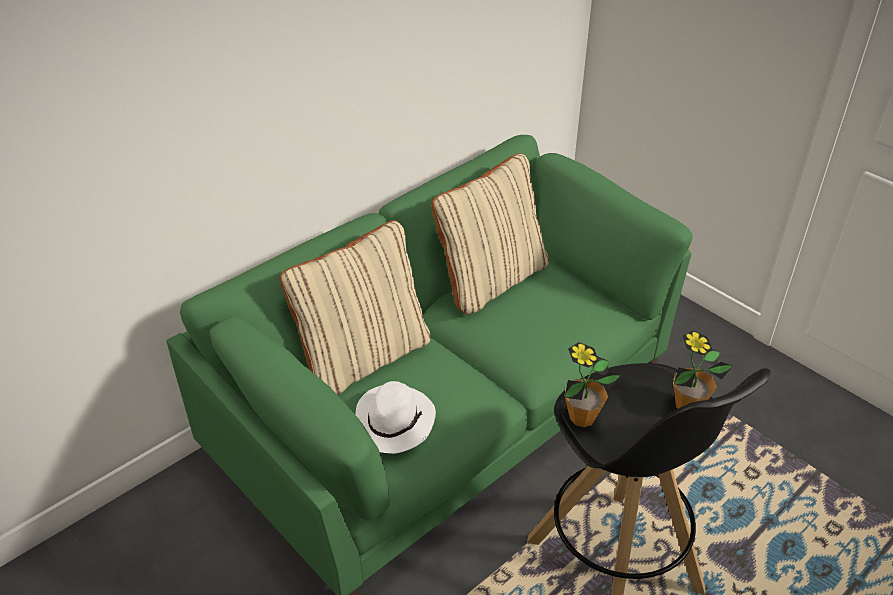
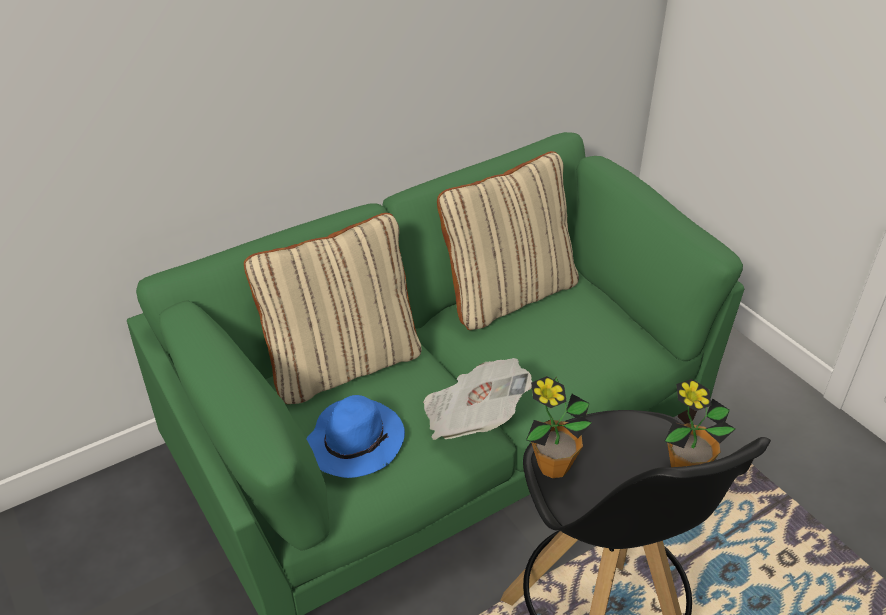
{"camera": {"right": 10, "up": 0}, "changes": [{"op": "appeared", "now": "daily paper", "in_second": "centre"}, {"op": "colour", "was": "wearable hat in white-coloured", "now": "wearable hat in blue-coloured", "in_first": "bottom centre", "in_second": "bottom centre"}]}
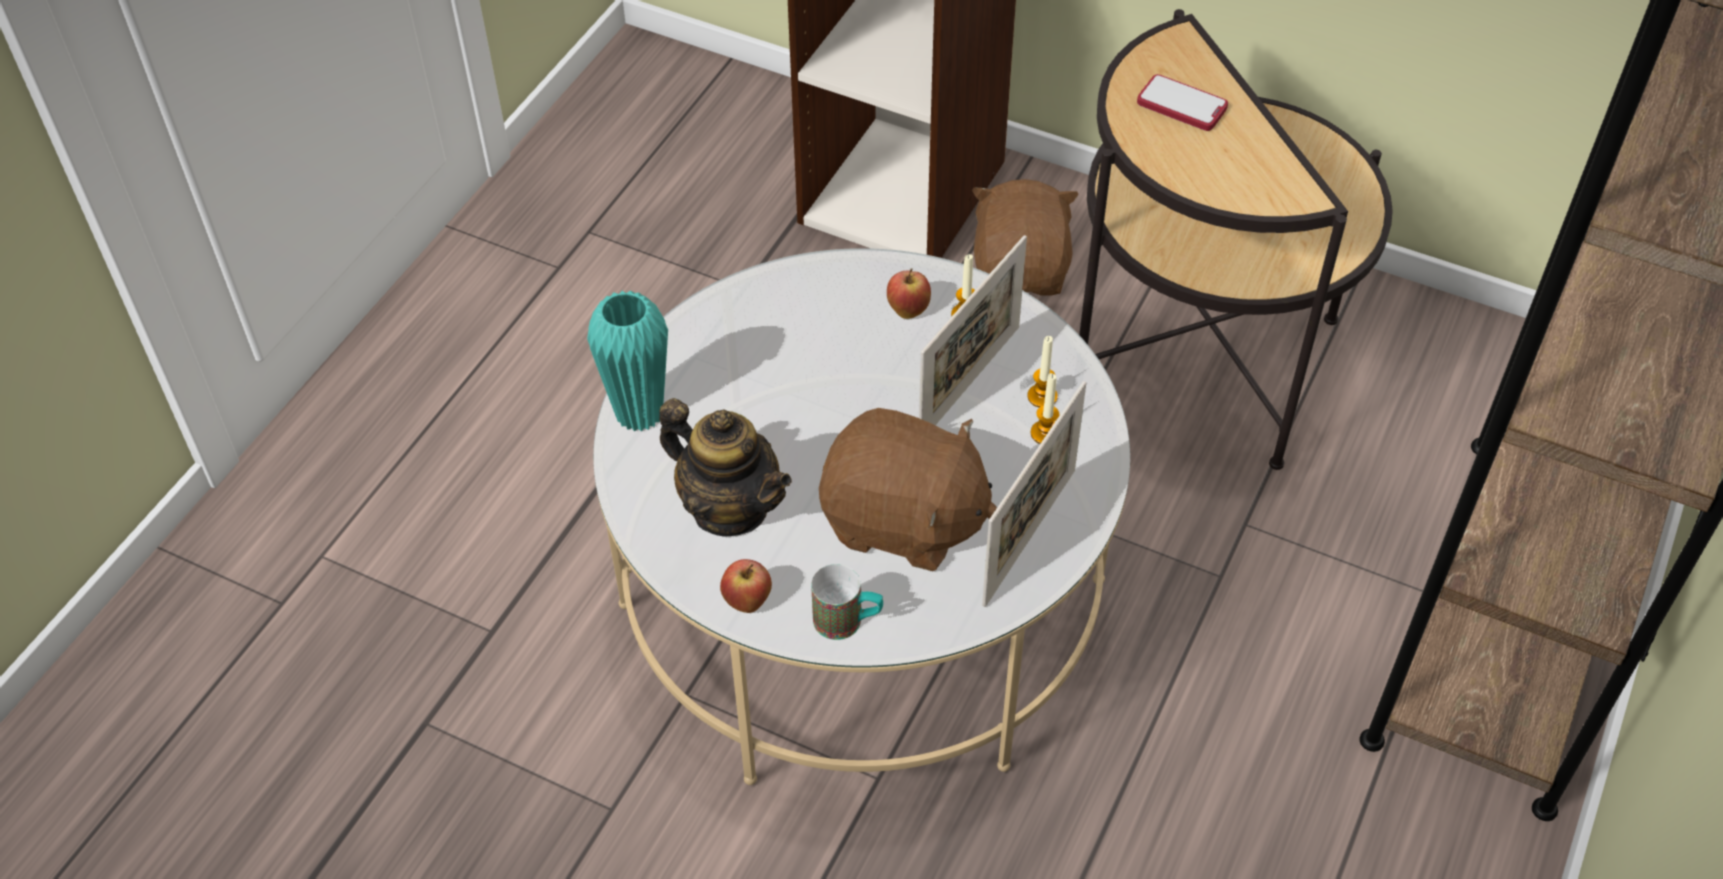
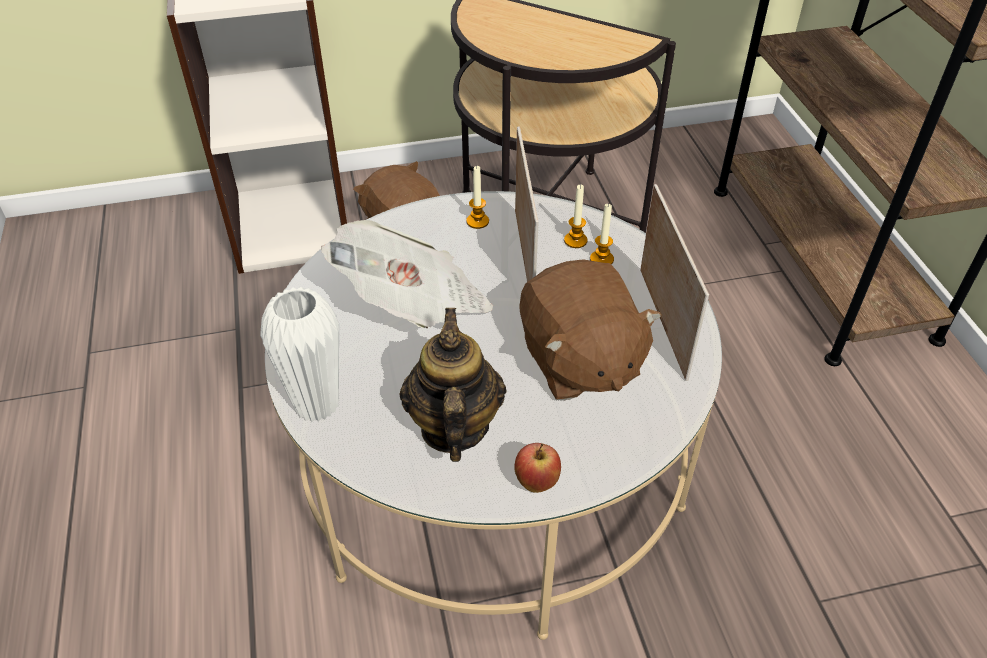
{"camera": {"right": -40, "up": -5}, "changes": [{"op": "missing", "was": "tea mug", "in_first": "bottom centre"}, {"op": "missing", "was": "apple fruit (no. 2 from left)", "in_first": "centre"}, {"op": "missing", "was": "handset", "in_first": "top right"}, {"op": "appeared", "now": "daily paper", "in_second": "centre"}, {"op": "colour", "was": "vase in turquoise-coloured", "now": "vase in white-coloured", "in_first": "centre", "in_second": "middle left"}, {"op": "spun", "was": "teapot", "in_first": "centre", "in_second": "centre", "clockwise": -90}, {"op": "spun", "was": "plush toy in brown-coloured (no. 1 from left in the first image)", "in_first": "centre", "in_second": "centre", "clockwise": 90}]}
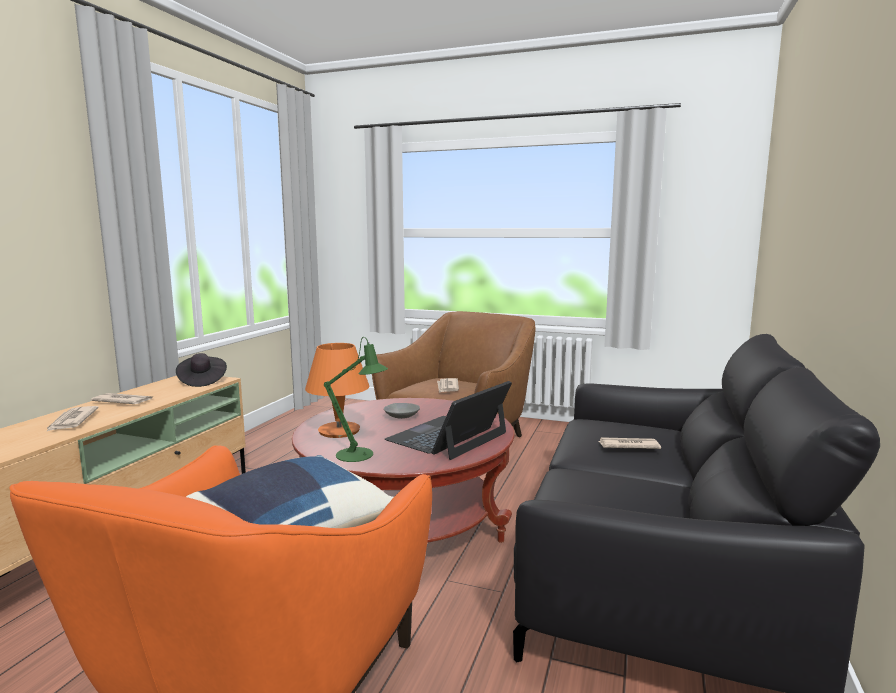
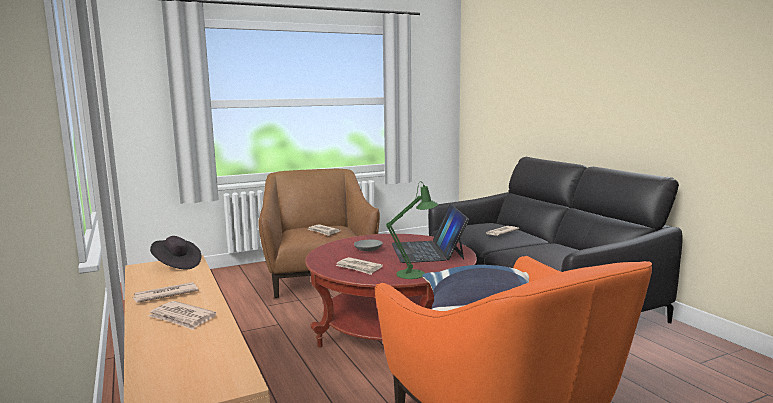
{"camera": {"right": -45, "up": 0}, "changes": [{"op": "exchanged", "was": "lamp for a table in orange-coloured", "now": "daily paper (no. 4 from left)", "in_first": "centre", "in_second": "centre"}]}
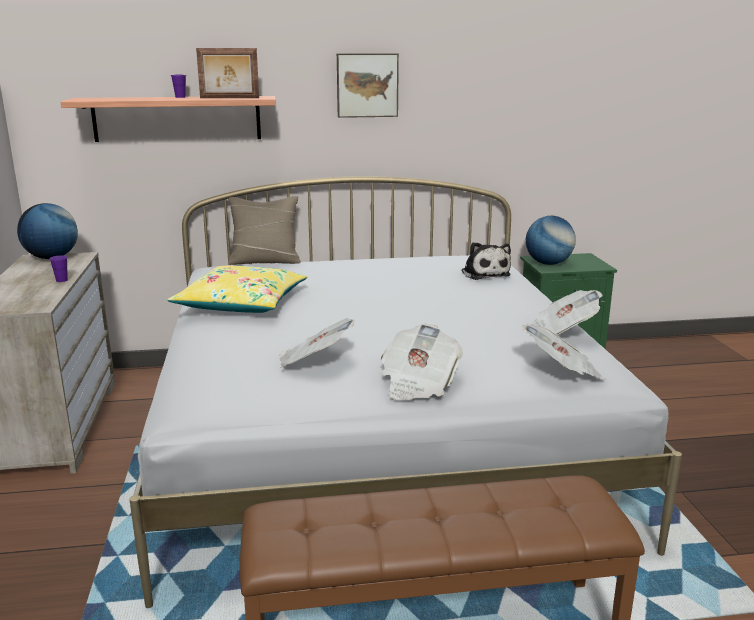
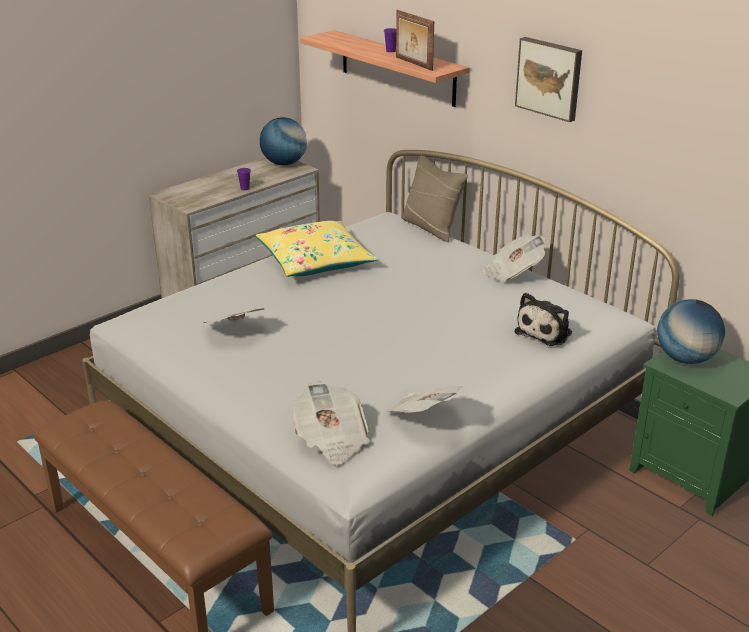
{"camera": {"right": 55, "up": 10}, "changes": [{"op": "relocated", "was": "daily paper (no. 2 from left in the first image)", "now": "daily paper (no. 4 from left)", "in_first": "centre", "in_second": "middle right"}]}
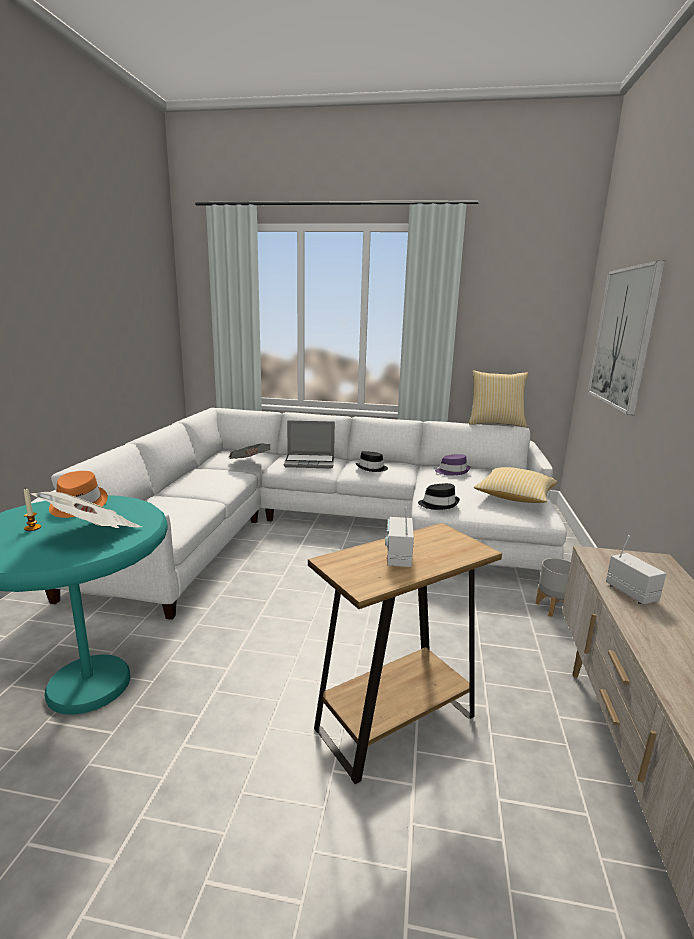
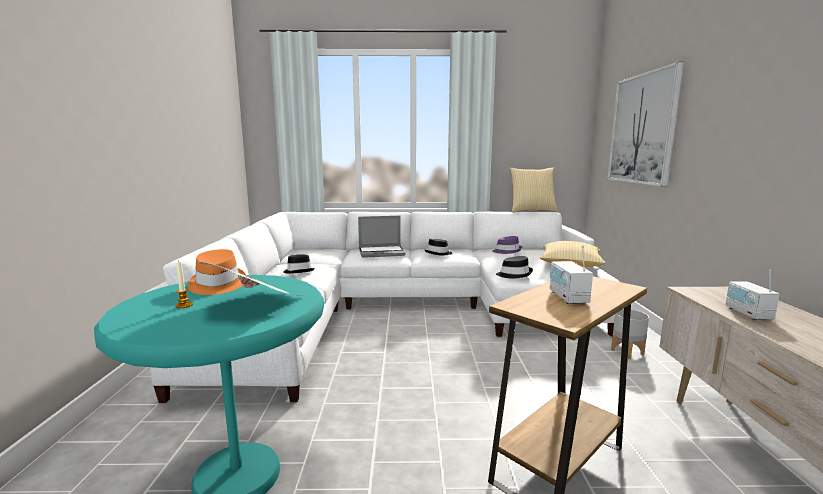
{"camera": {"right": -10, "up": -5}, "changes": [{"op": "missing", "was": "daily paper (no. 2 from left)", "in_first": "centre"}, {"op": "appeared", "now": "wearable hat in blackish (no. 1 from left)", "in_second": "centre"}, {"op": "spun", "was": "radio set (no. 2 from left)", "in_first": "middle right", "in_second": "middle right", "clockwise": -150}]}
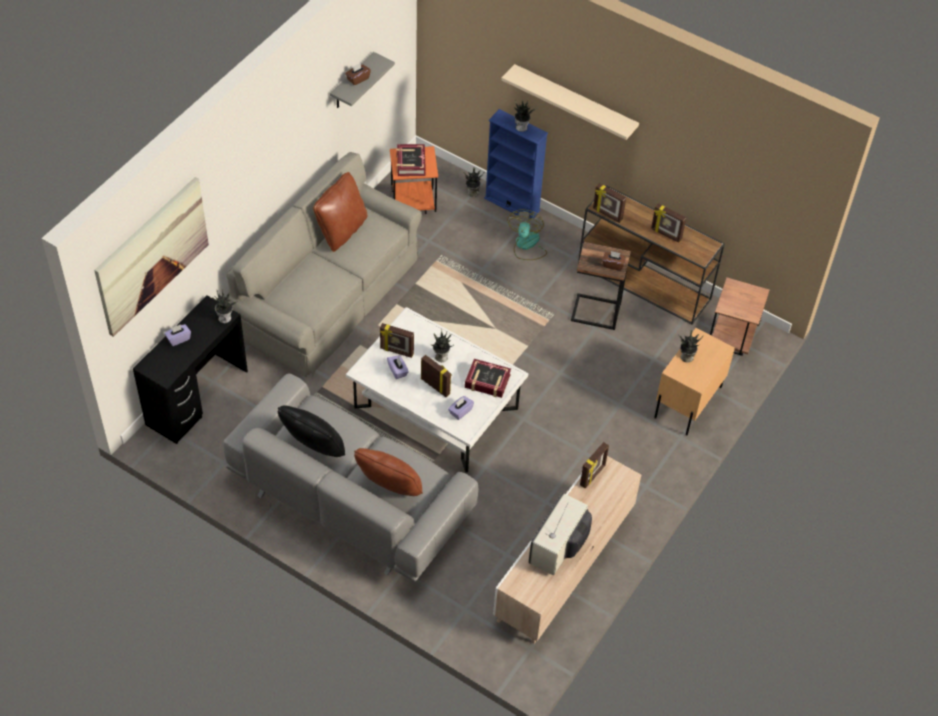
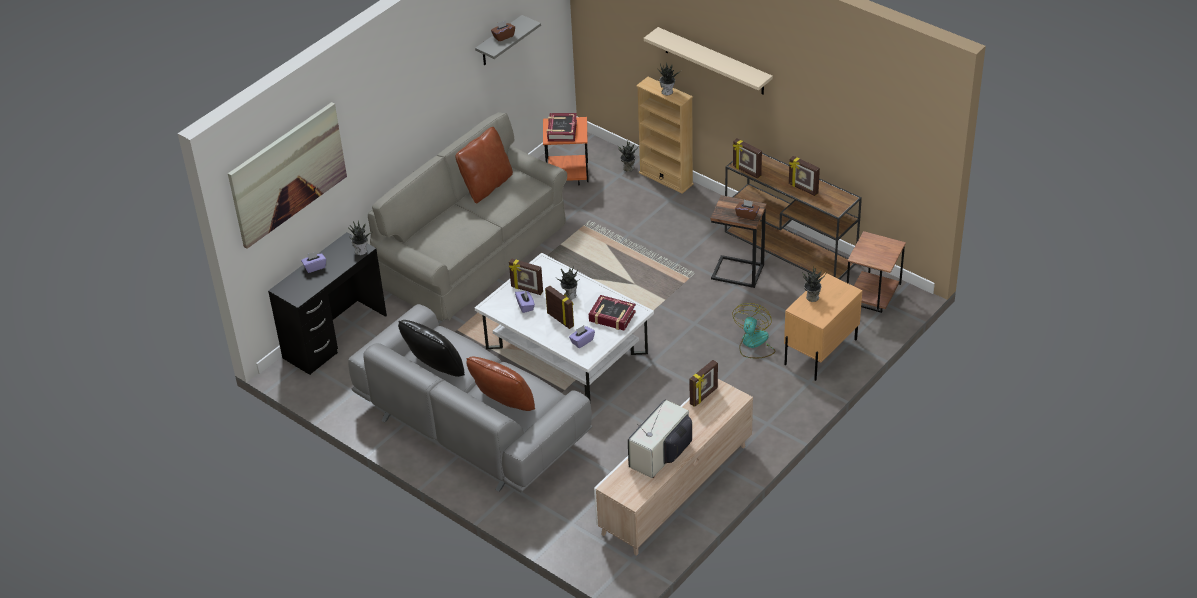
{"camera": {"right": 10, "up": -10}, "changes": [{"op": "relocated", "was": "electric fan", "in_first": "top centre", "in_second": "centre"}, {"op": "colour", "was": "bookshelf in blue-coloured", "now": "bookshelf in sand-coloured", "in_first": "top centre", "in_second": "top centre"}]}
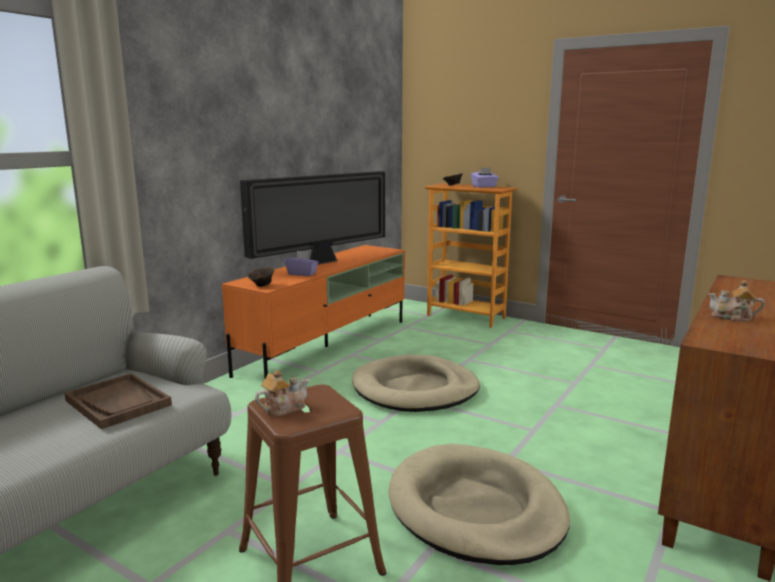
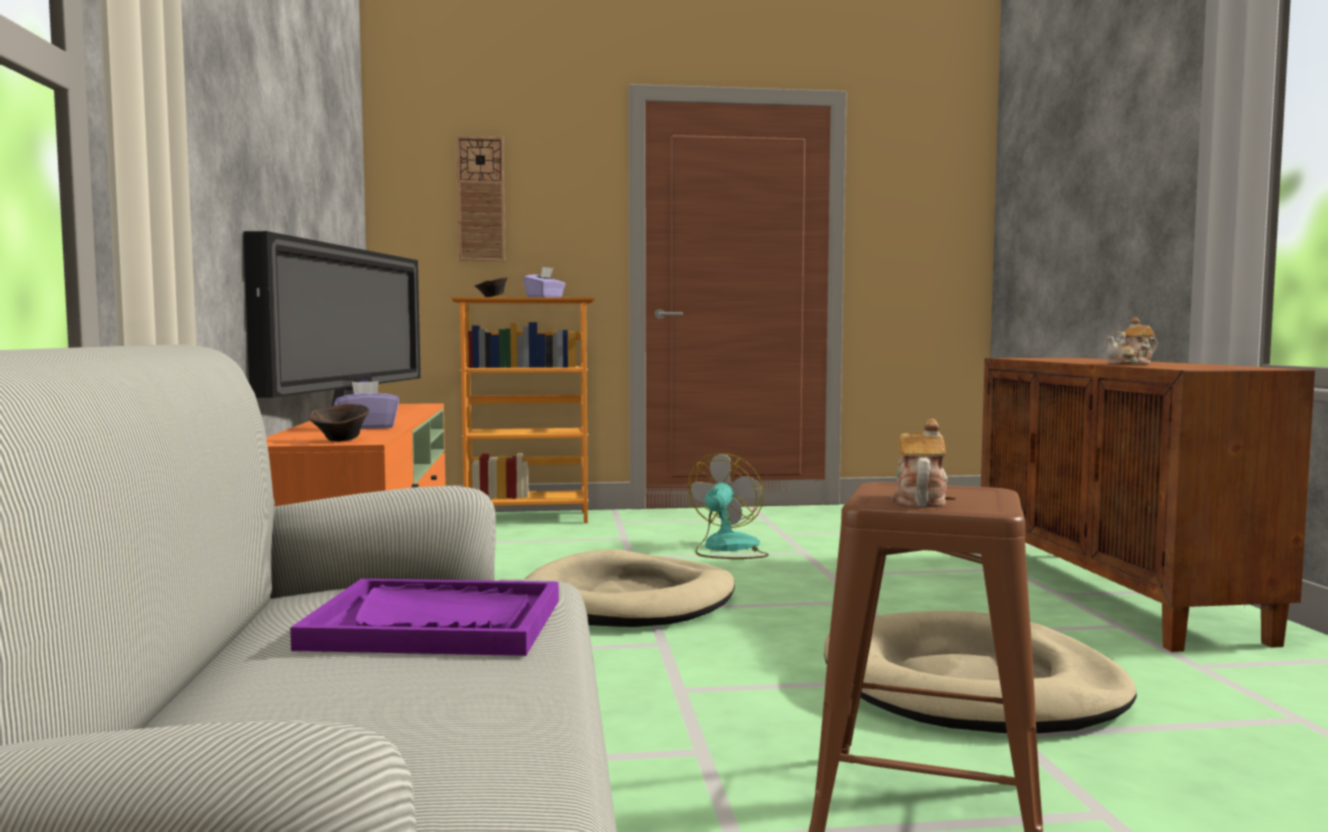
{"camera": {"right": -40, "up": -10}, "changes": [{"op": "appeared", "now": "clock on the wall", "in_second": "top centre"}, {"op": "appeared", "now": "electric fan", "in_second": "centre"}, {"op": "colour", "was": "tray in brown-coloured", "now": "tray in purplish", "in_first": "bottom left", "in_second": "bottom left"}]}
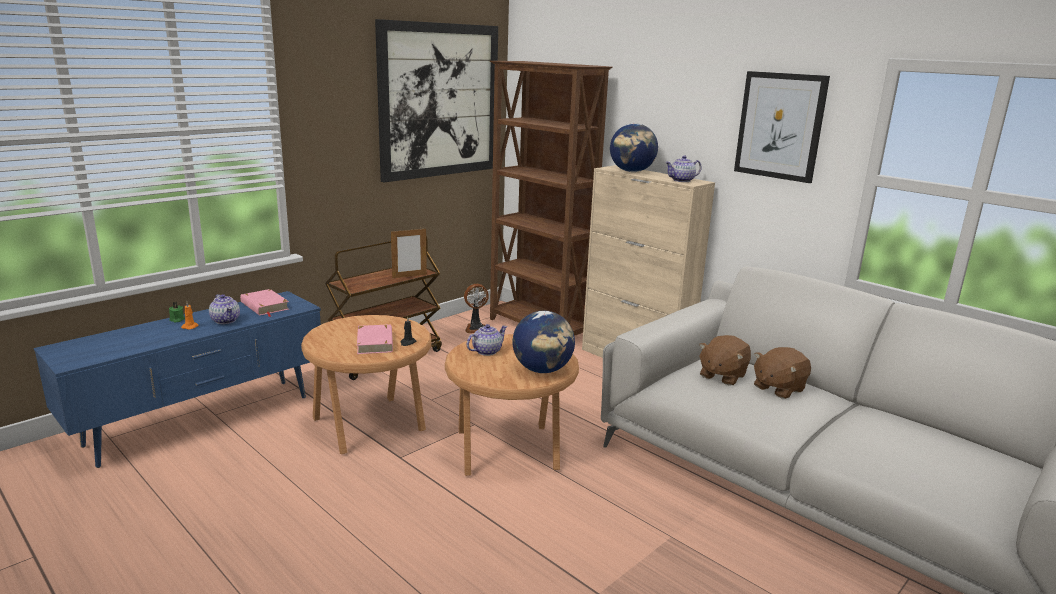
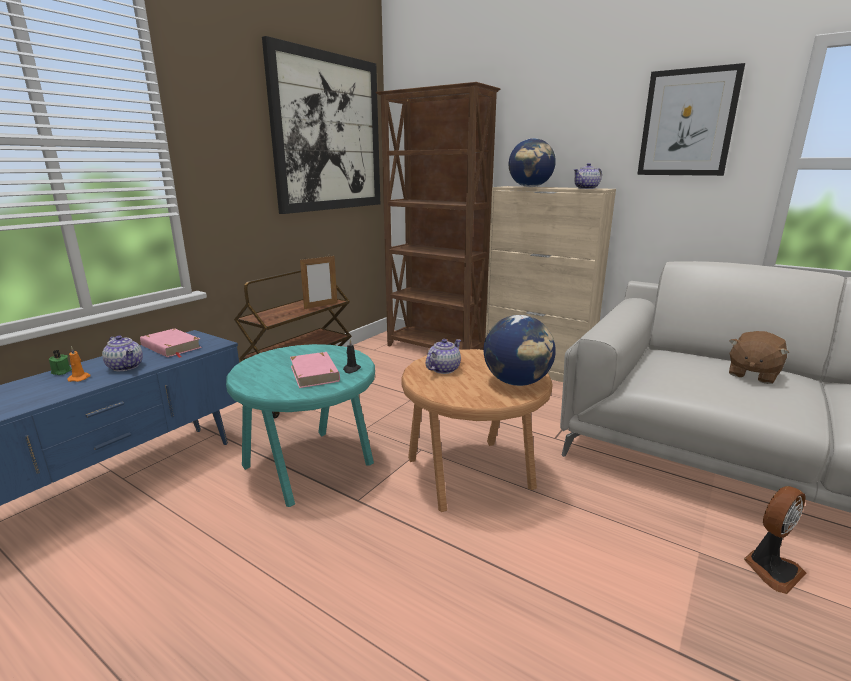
{"camera": {"right": -10, "up": 0}, "changes": [{"op": "missing", "was": "plush toy in brown-coloured (no. 1 from left)", "in_first": "middle right"}, {"op": "relocated", "was": "electric fan", "in_first": "centre", "in_second": "bottom right"}, {"op": "colour", "was": "side table in brown-coloured (no. 1 from left)", "now": "side table in turquoise-coloured", "in_first": "centre", "in_second": "centre"}]}
